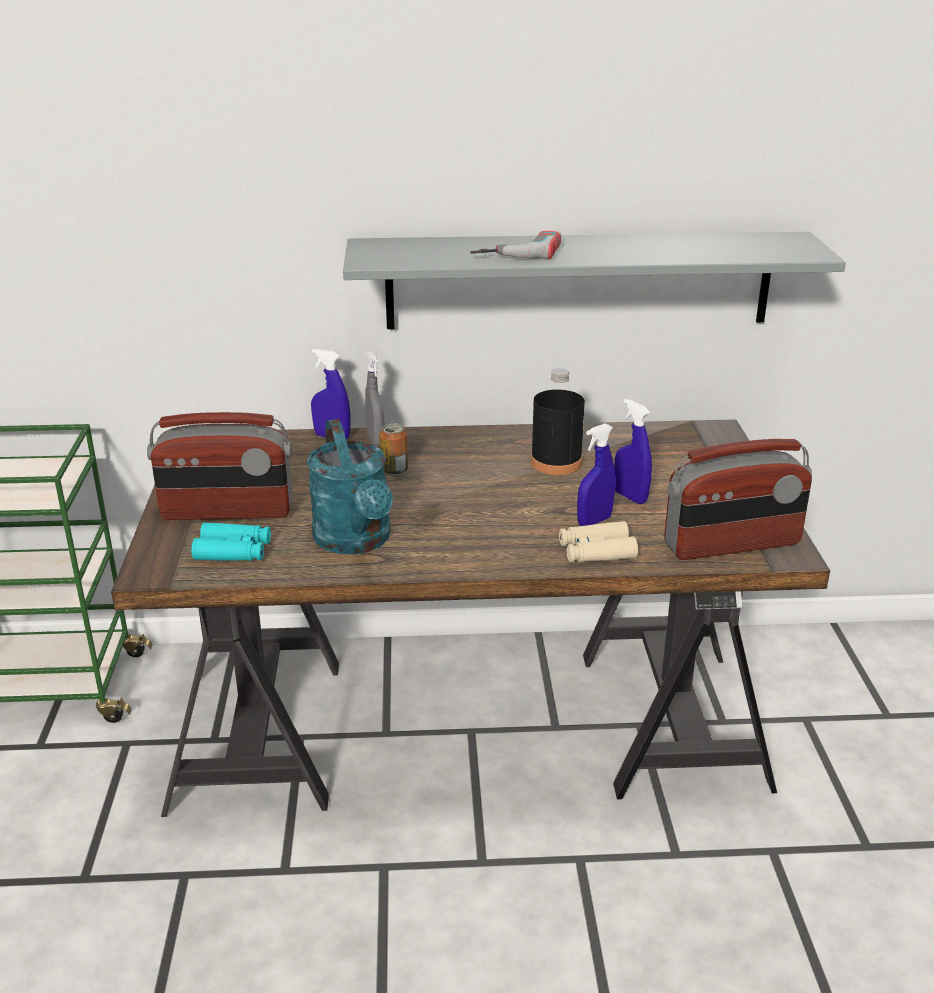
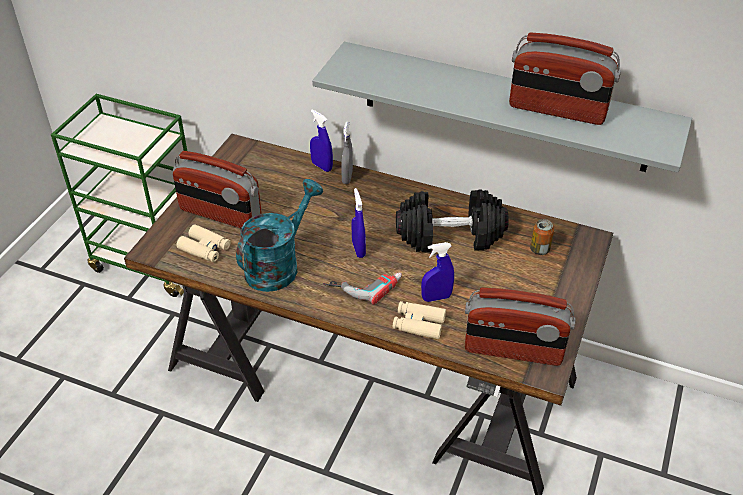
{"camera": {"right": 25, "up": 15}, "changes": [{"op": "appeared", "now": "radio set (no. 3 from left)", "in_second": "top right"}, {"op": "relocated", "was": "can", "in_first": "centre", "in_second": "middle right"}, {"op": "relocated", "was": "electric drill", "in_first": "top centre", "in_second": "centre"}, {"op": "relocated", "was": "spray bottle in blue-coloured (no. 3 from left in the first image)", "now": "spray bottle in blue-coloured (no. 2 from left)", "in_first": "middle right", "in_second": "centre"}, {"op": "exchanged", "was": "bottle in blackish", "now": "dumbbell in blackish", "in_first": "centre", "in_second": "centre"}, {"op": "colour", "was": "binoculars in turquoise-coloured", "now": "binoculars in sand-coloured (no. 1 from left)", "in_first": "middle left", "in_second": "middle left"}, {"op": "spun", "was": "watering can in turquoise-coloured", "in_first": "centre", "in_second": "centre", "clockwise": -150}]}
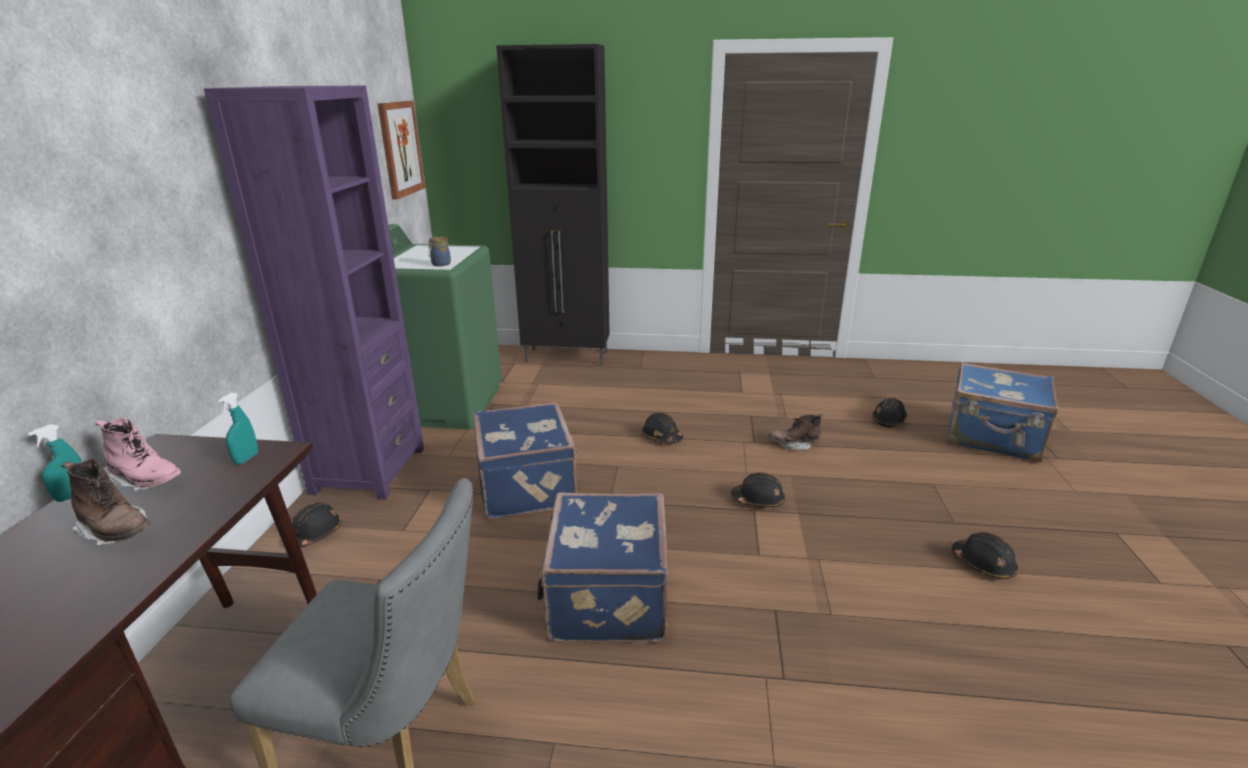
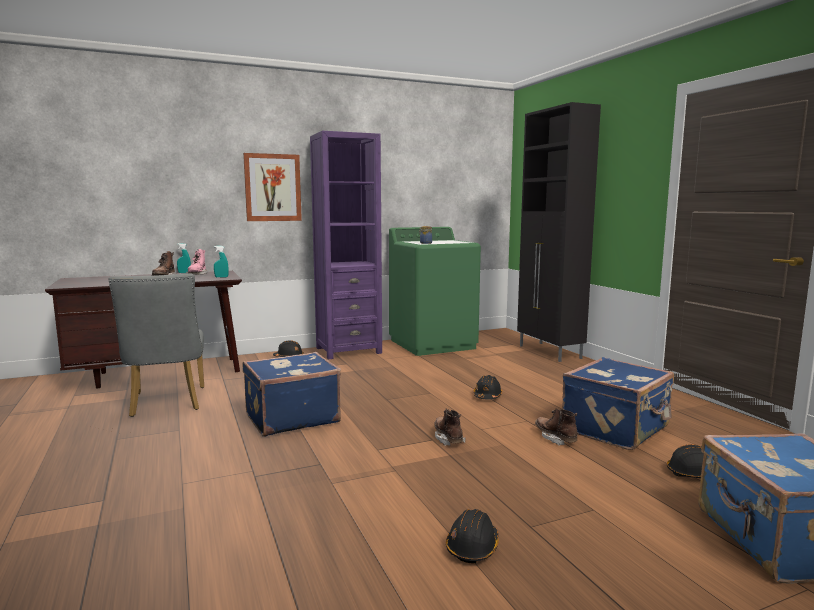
{"camera": {"right": 60, "up": -15}, "changes": [{"op": "relocated", "was": "picture", "in_first": "top left", "in_second": "top centre"}, {"op": "relocated", "was": "piece of luggage in blue-coloured (no. 1 from left in the first image)", "now": "piece of luggage in blue-coloured (no. 2 from left)", "in_first": "centre", "in_second": "middle right"}, {"op": "exchanged", "was": "safety helmet in blackish (no. 3 from left)", "now": "tall boot in brown-coloured (no. 2 from left)", "in_first": "centre", "in_second": "bottom centre"}]}
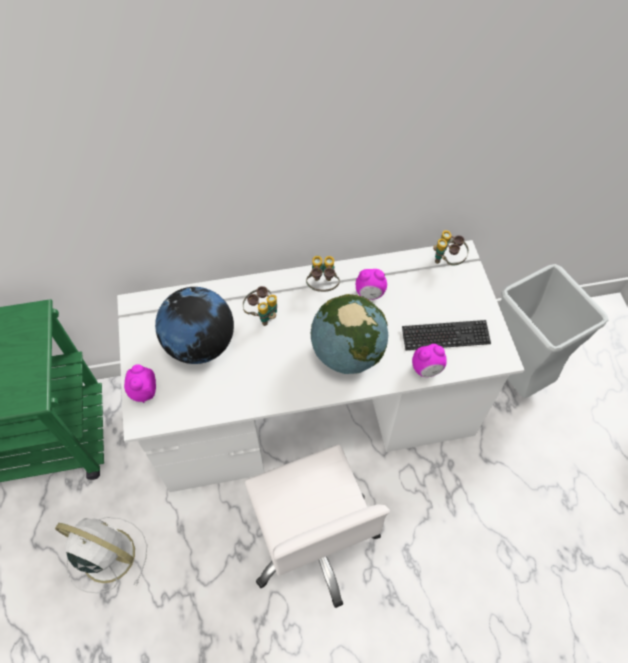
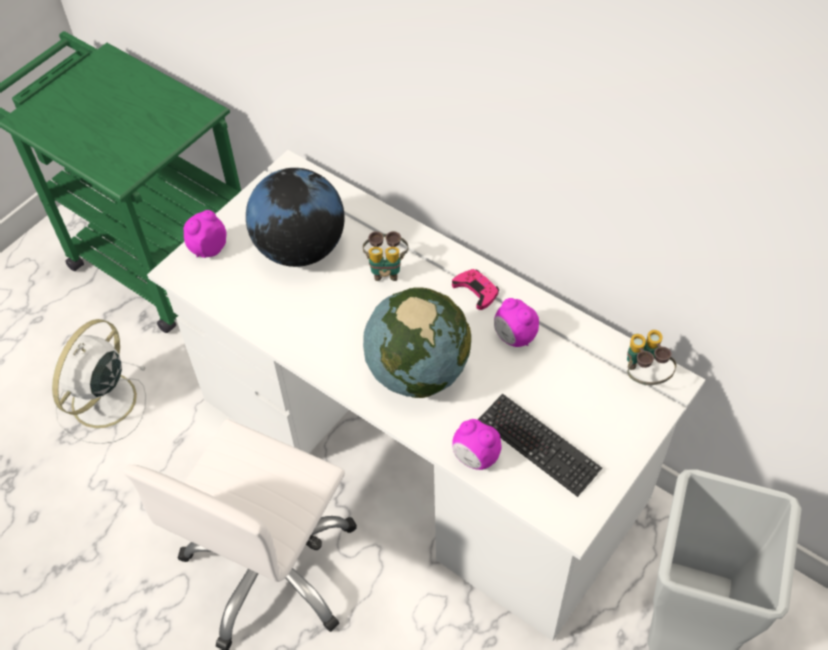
{"camera": {"right": 50, "up": -5}, "changes": [{"op": "exchanged", "was": "binoculars (no. 2 from left)", "now": "joypad in pinkish", "in_first": "centre", "in_second": "centre"}, {"op": "spun", "was": "electric fan in white-coloured", "in_first": "bottom left", "in_second": "middle left", "clockwise": -135}]}
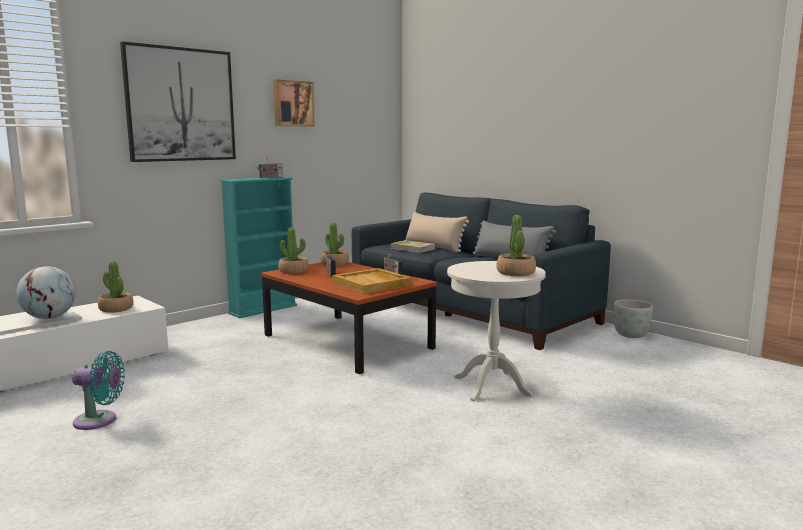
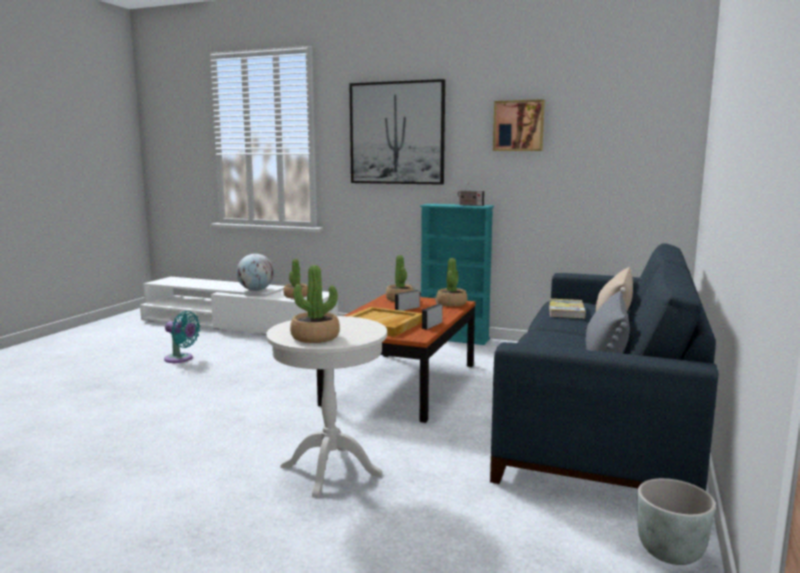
{"camera": {"right": 65, "up": 0}, "changes": [{"op": "spun", "was": "electric fan in turquoise-coloured", "in_first": "bottom left", "in_second": "middle left", "clockwise": -45}]}
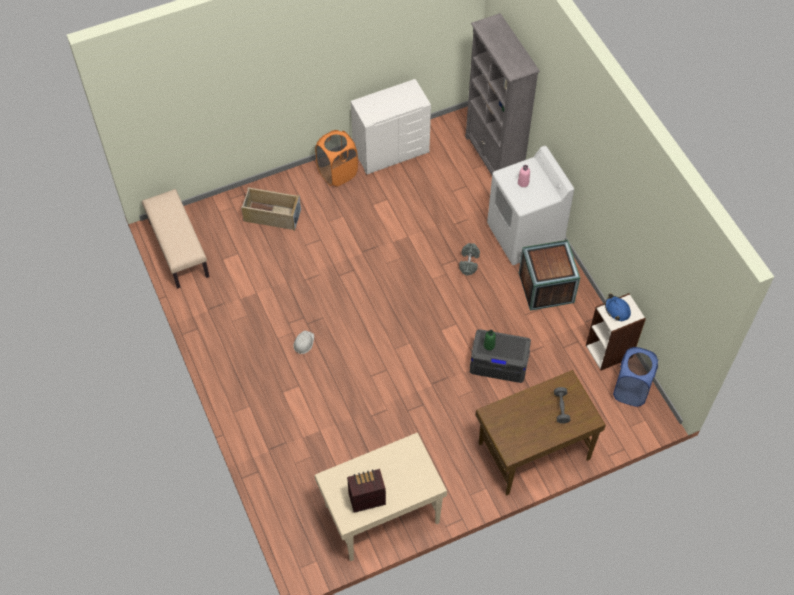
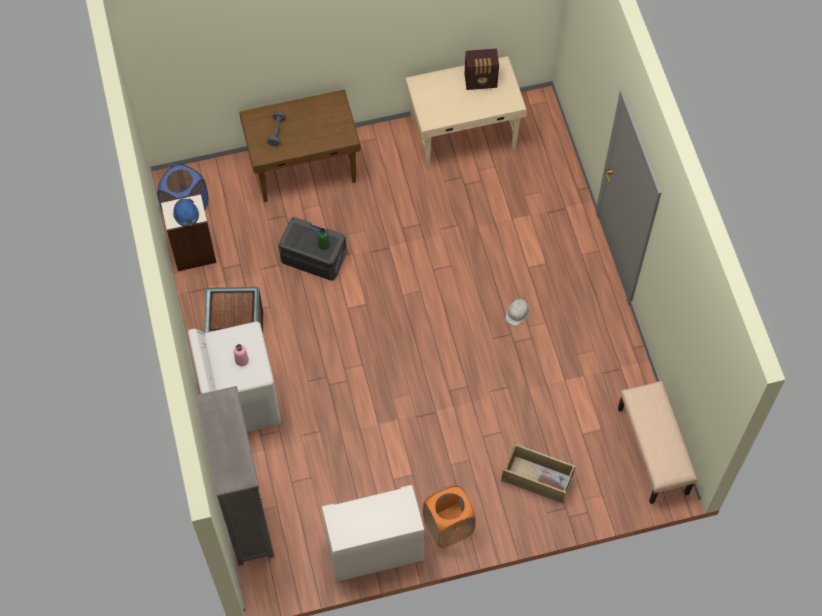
{"camera": {"right": -170, "up": 5}, "changes": [{"op": "missing", "was": "dumbbell in gray (no. 1 from left)", "in_first": "centre"}]}
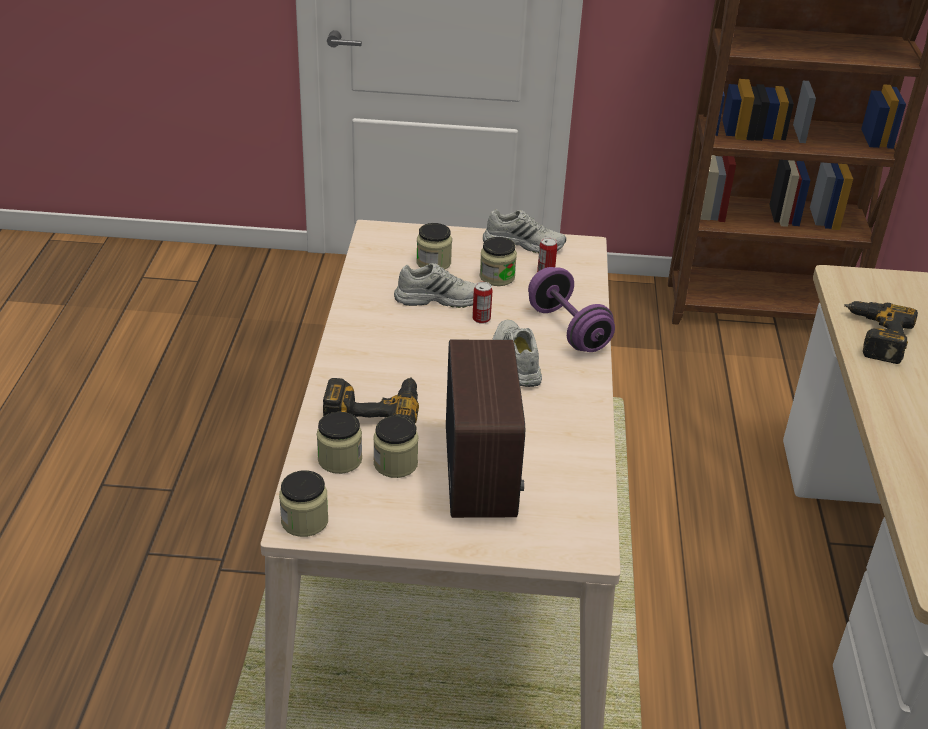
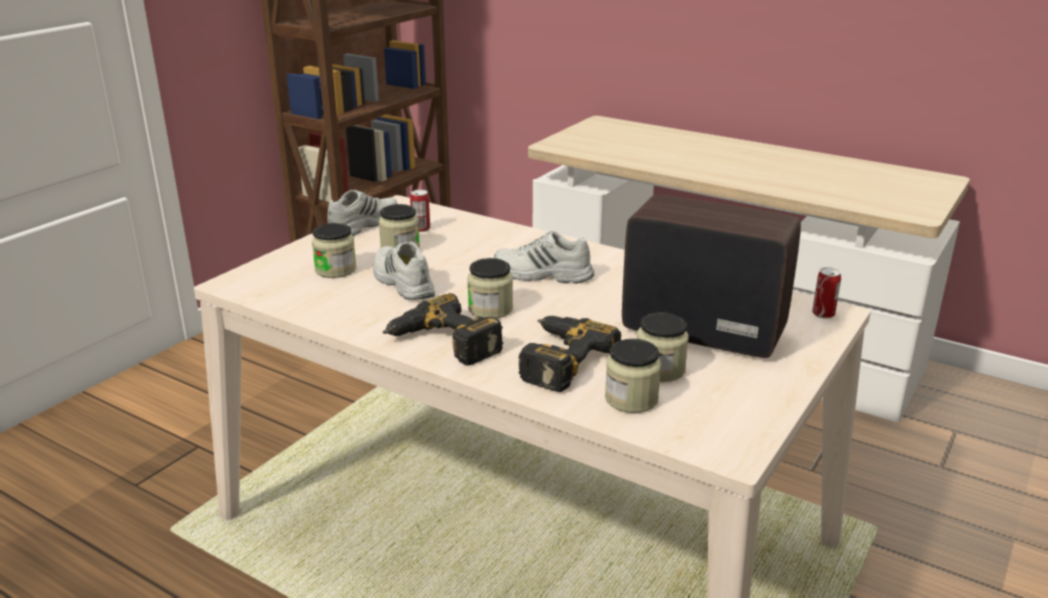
{"camera": {"right": -60, "up": -10}, "changes": [{"op": "missing", "was": "dumbbell in purplish", "in_first": "centre"}, {"op": "relocated", "was": "preserve jar (no. 1 from left in the first image)", "now": "preserve jar (no. 3 from left)", "in_first": "bottom left", "in_second": "centre"}, {"op": "relocated", "was": "can (no. 1 from left in the first image)", "now": "can (no. 2 from left)", "in_first": "centre", "in_second": "middle right"}, {"op": "relocated", "was": "electric drill (no. 2 from left in the first image)", "now": "electric drill (no. 1 from left)", "in_first": "middle right", "in_second": "centre"}, {"op": "spun", "was": "shoe in white-coloured (no. 1 from left in the first image)", "in_first": "centre", "in_second": "centre", "clockwise": -60}]}
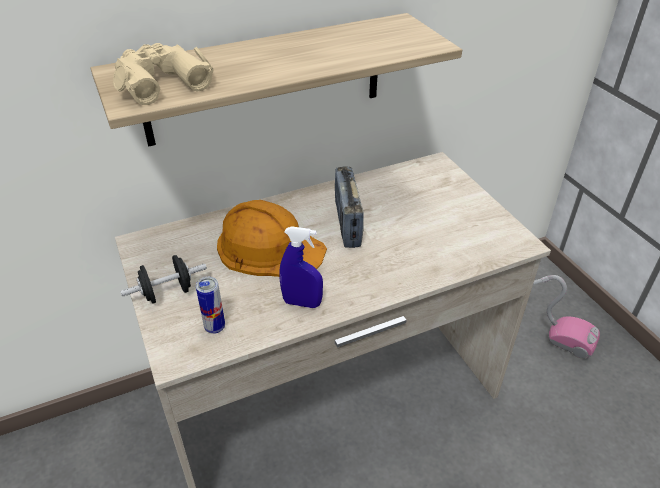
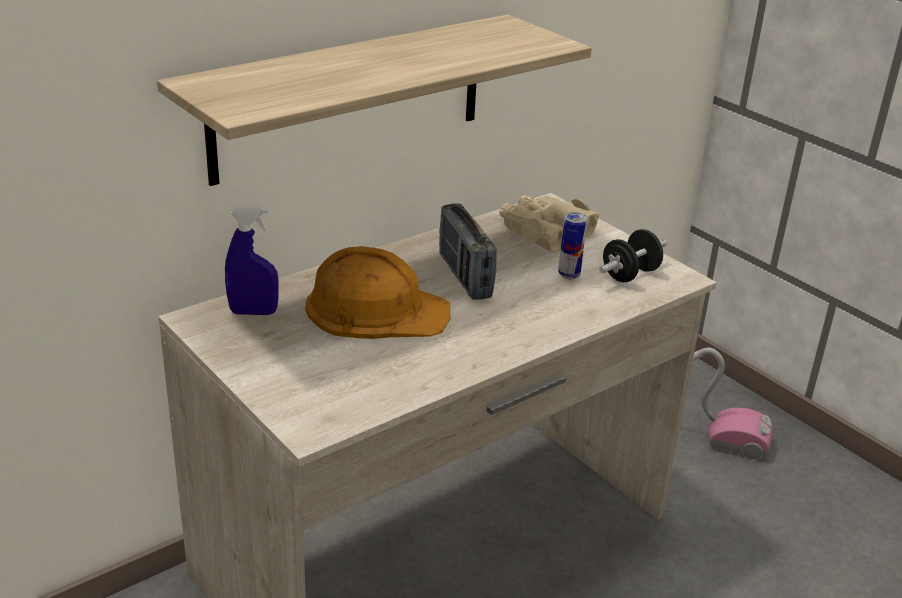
{"camera": {"right": -15, "up": -10}, "changes": [{"op": "relocated", "was": "binoculars in sand-coloured", "in_first": "top left", "in_second": "centre"}, {"op": "relocated", "was": "dumbbell in blackish", "in_first": "middle left", "in_second": "middle right"}, {"op": "relocated", "was": "can", "in_first": "middle left", "in_second": "centre"}, {"op": "relocated", "was": "spray bottle in blue-coloured", "in_first": "centre", "in_second": "middle left"}]}
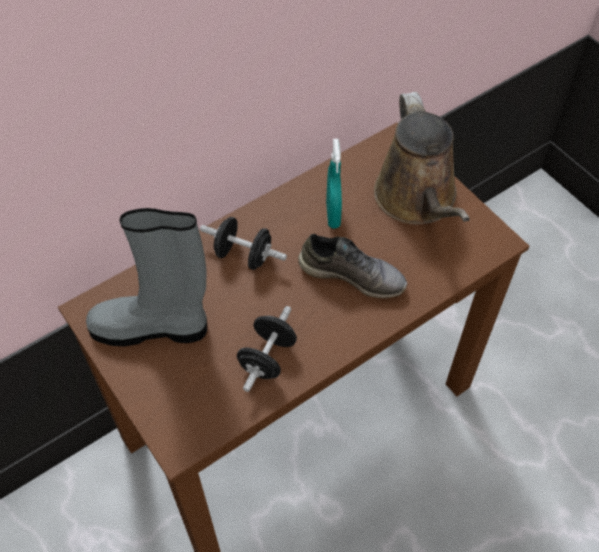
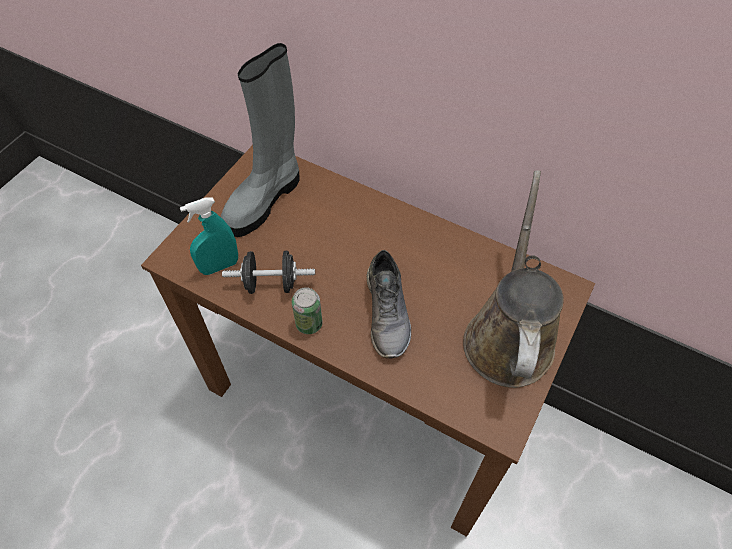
{"camera": {"right": 65, "up": 0}, "changes": [{"op": "missing", "was": "dumbbell in blackish (no. 1 from left)", "in_first": "centre"}, {"op": "appeared", "now": "can", "in_second": "centre"}, {"op": "relocated", "was": "spray bottle in turquoise-coloured", "in_first": "centre", "in_second": "middle left"}, {"op": "spun", "was": "tall boot in gray", "in_first": "middle left", "in_second": "top centre", "clockwise": -120}, {"op": "spun", "was": "watering can in brown-coloured", "in_first": "top right", "in_second": "middle right", "clockwise": 135}]}
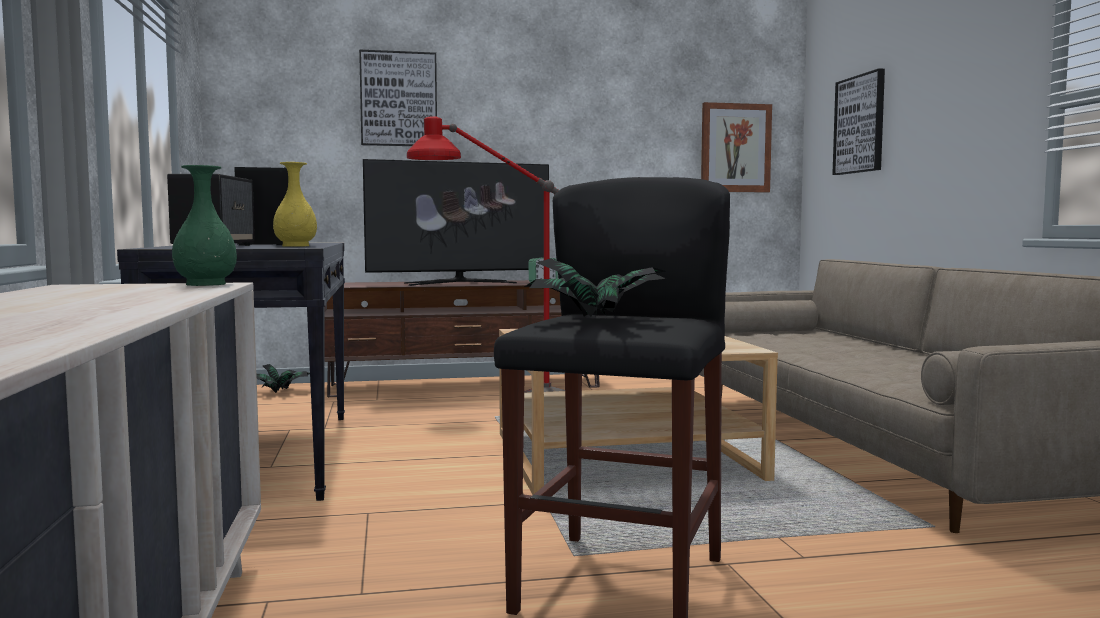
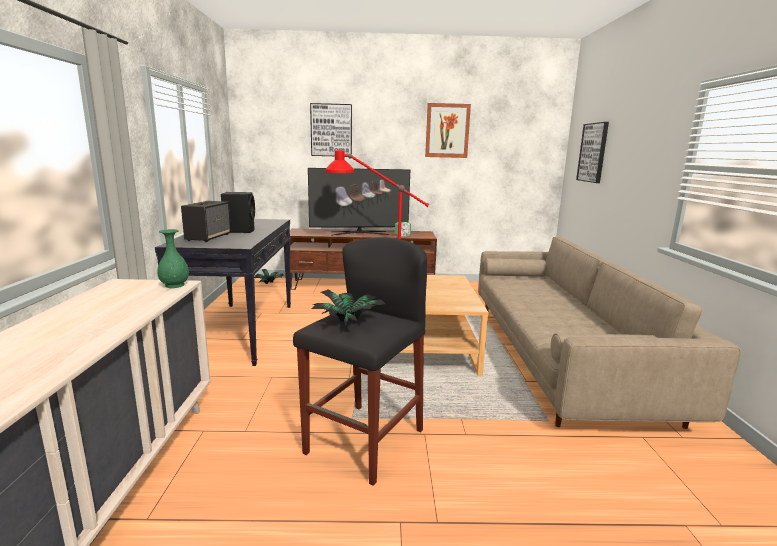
{"camera": {"right": 10, "up": 10}, "changes": [{"op": "missing", "was": "vase in yellow-coloured", "in_first": "top left"}, {"op": "relocated", "was": "picture (no. 2 from left)", "in_first": "top right", "in_second": "top centre"}]}
